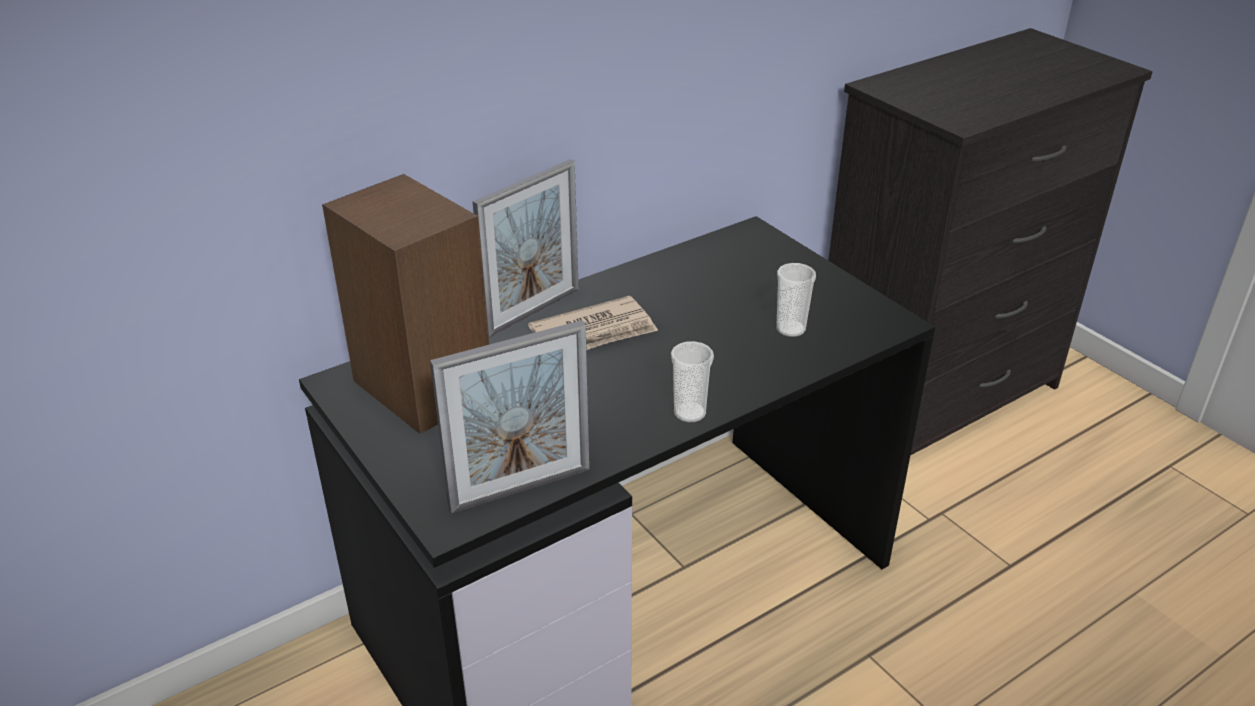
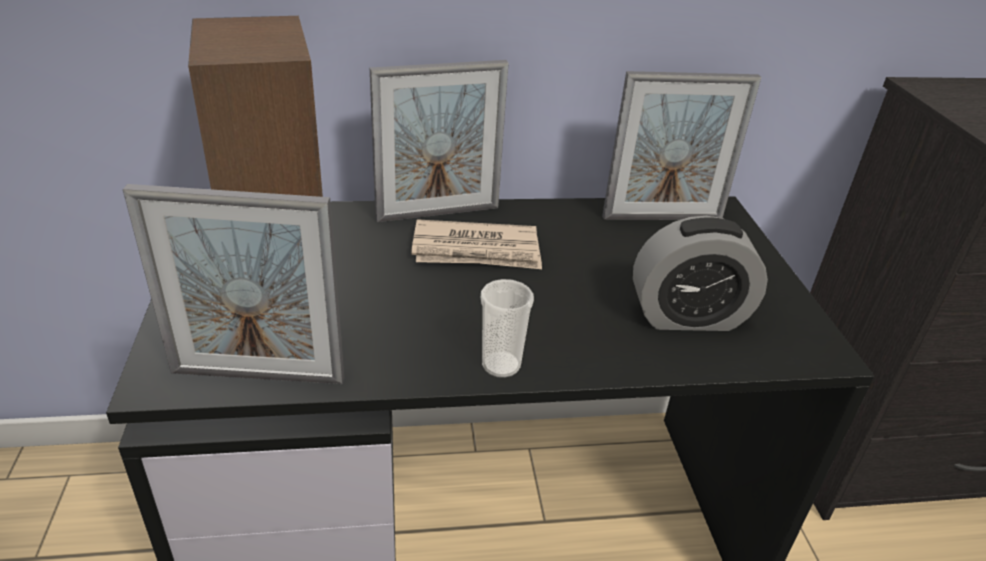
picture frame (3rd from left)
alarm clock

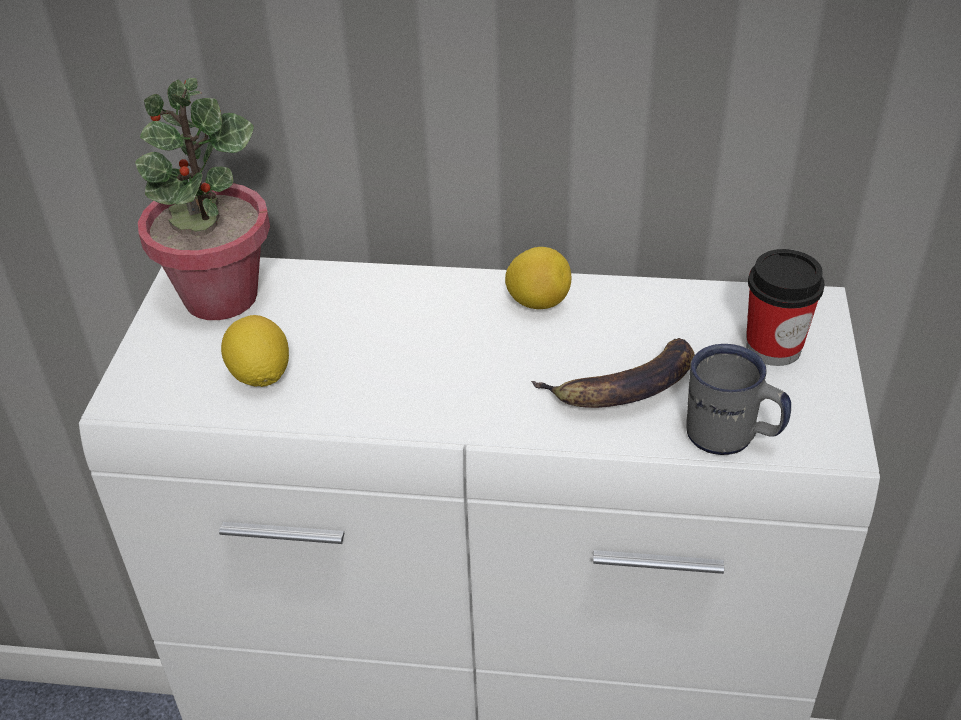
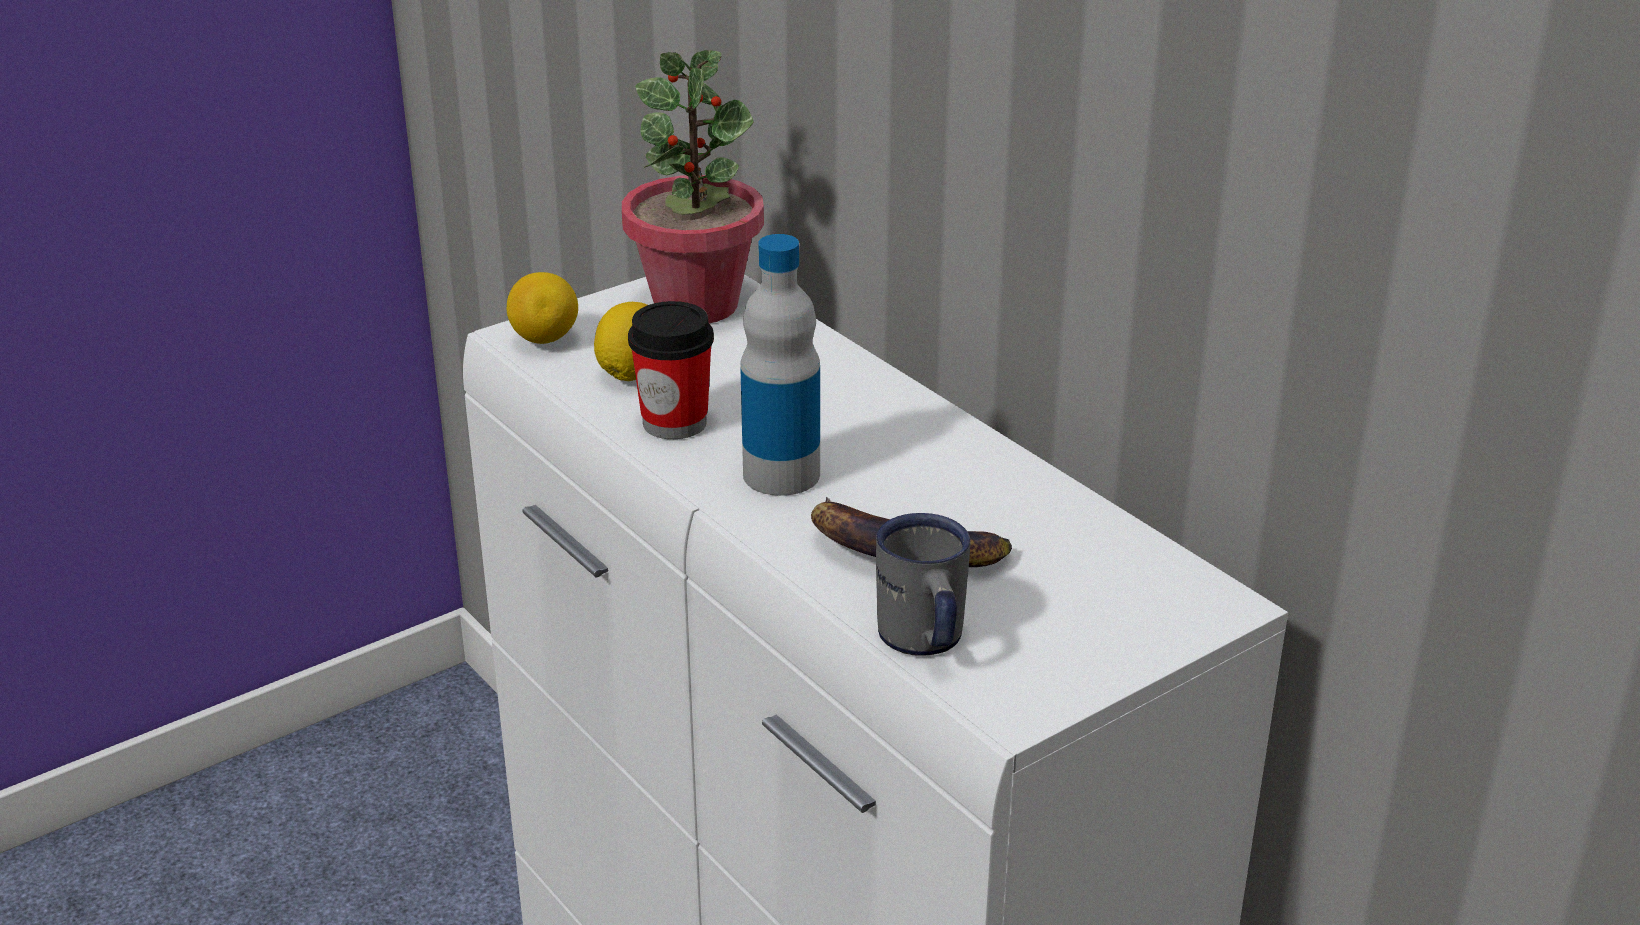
bottle
lemon (1st from left)
cup

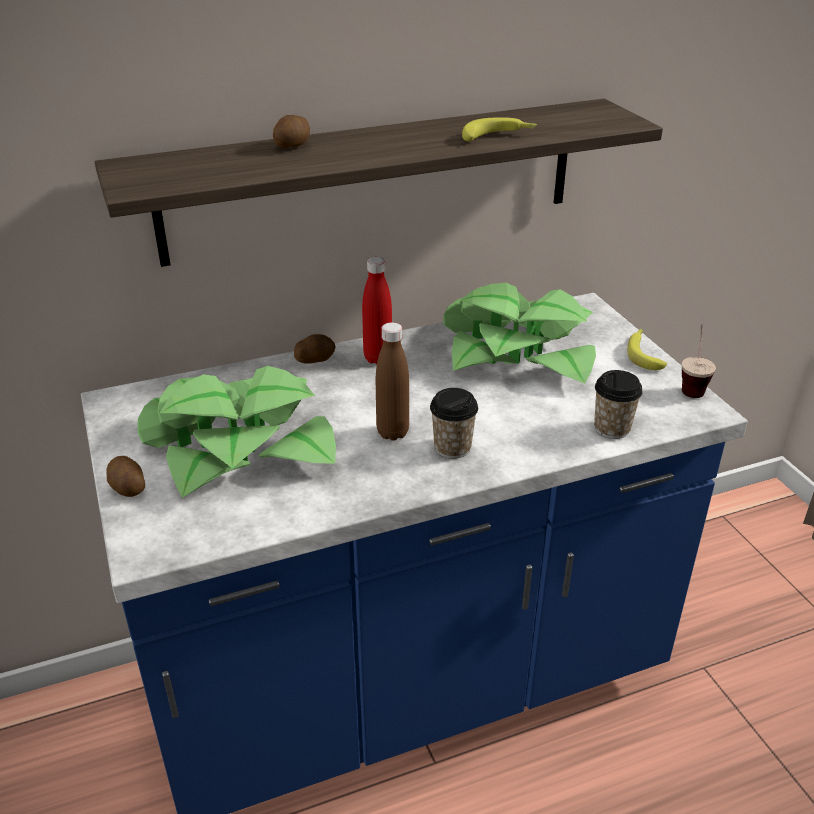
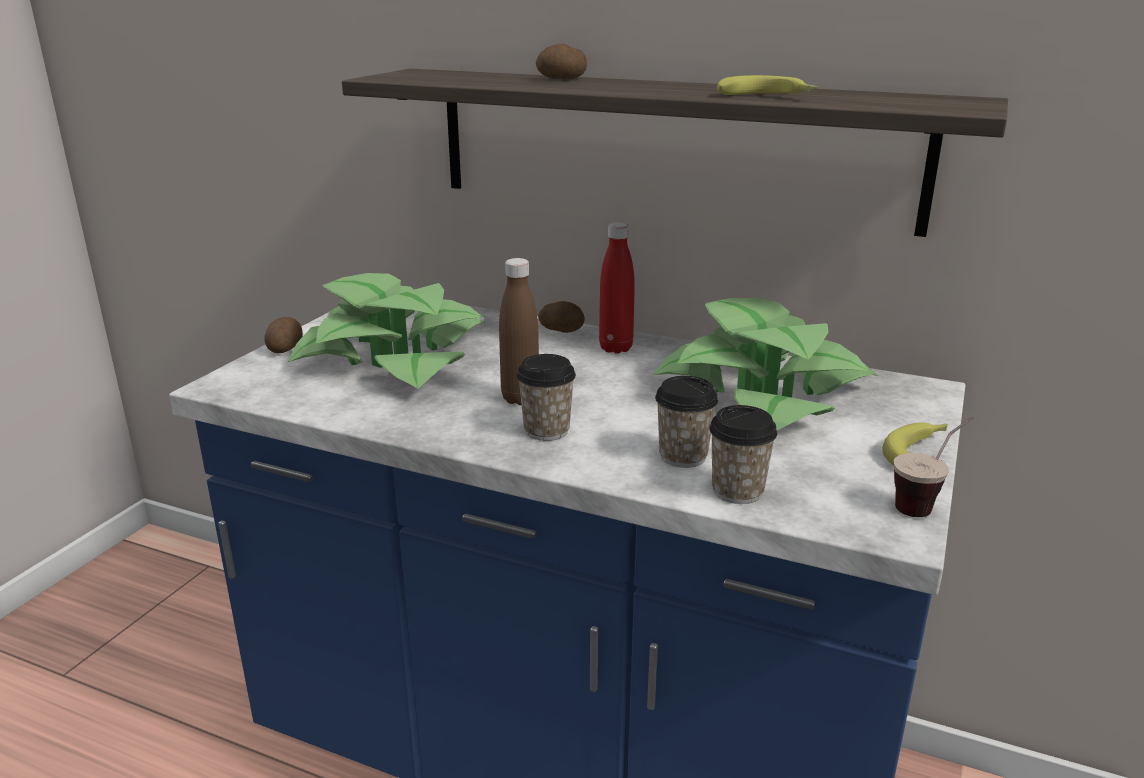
cup (2nd from left)

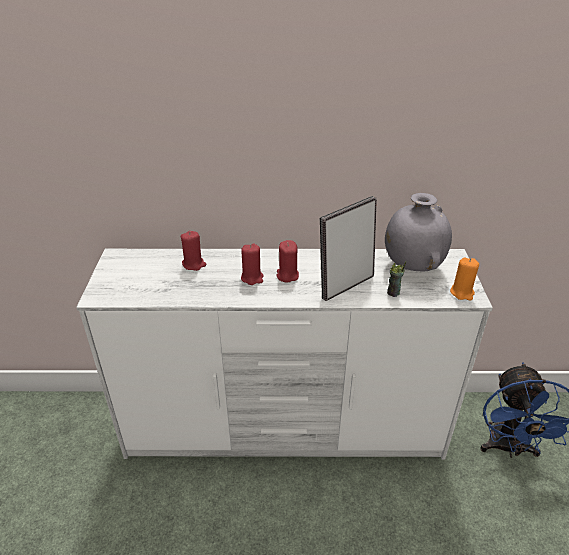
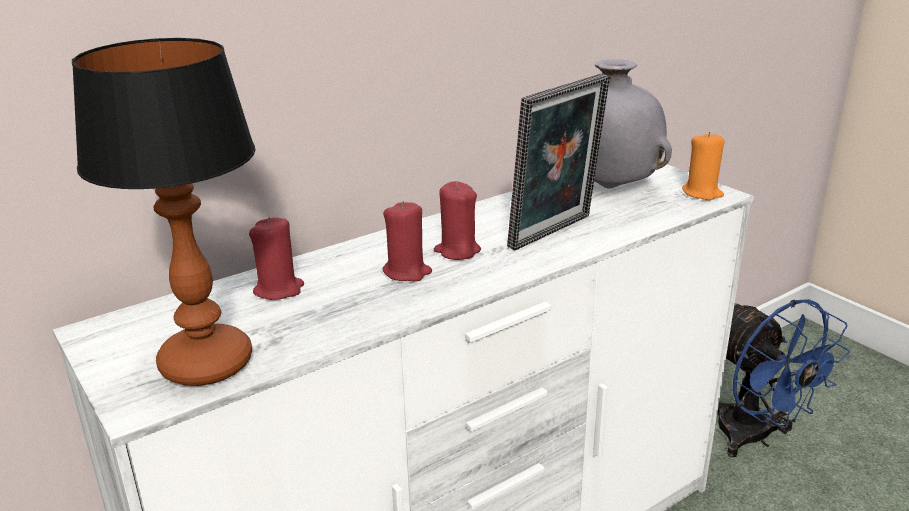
cup
table lamp
picture frame

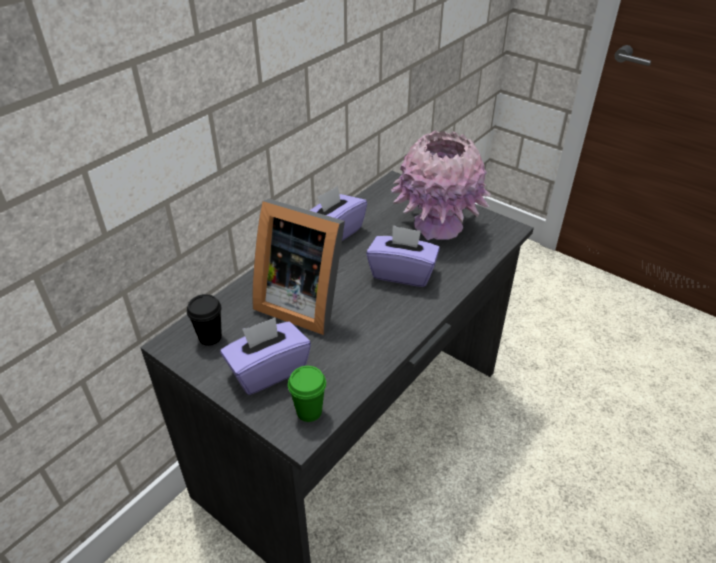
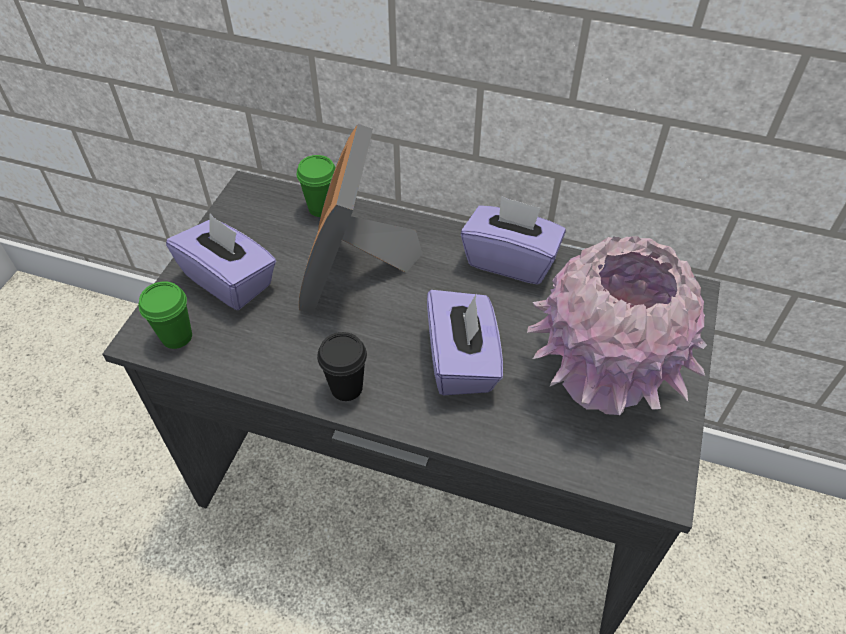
green cup (2nd from left)
black cup

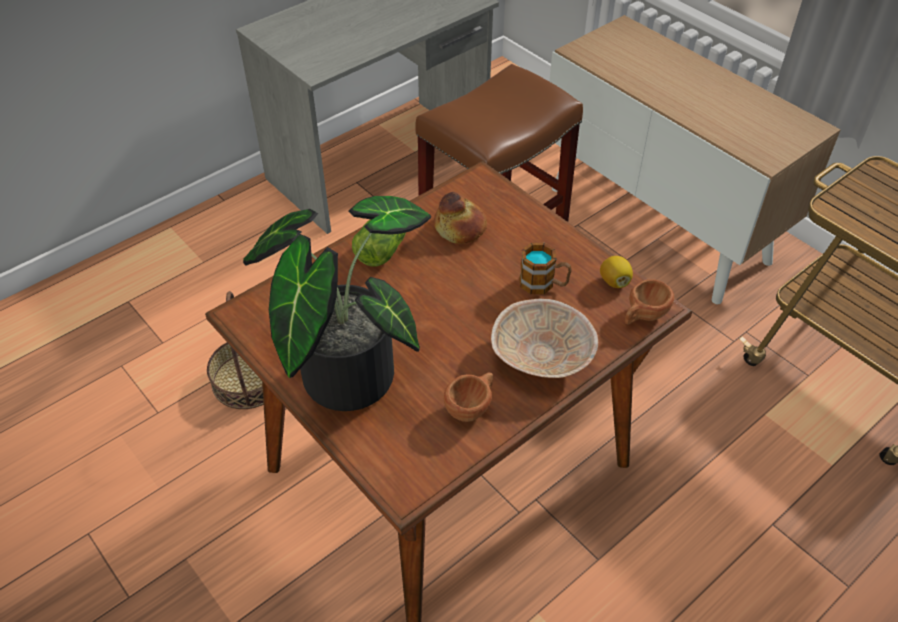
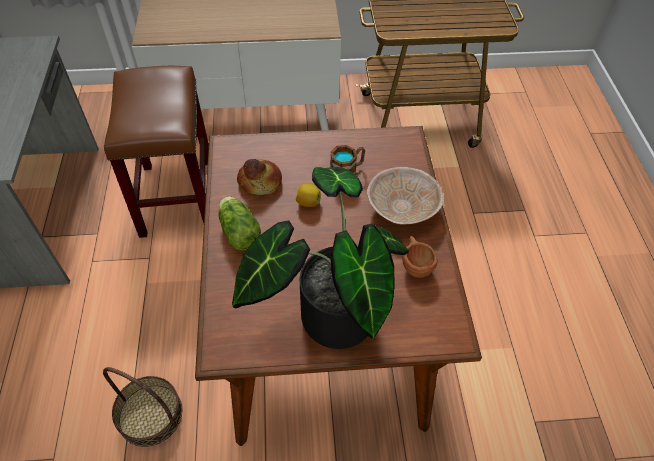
brown cup (2nd from left in the first image)
lemon

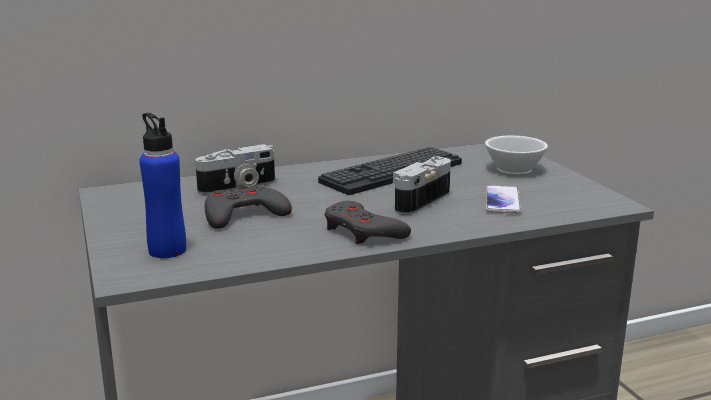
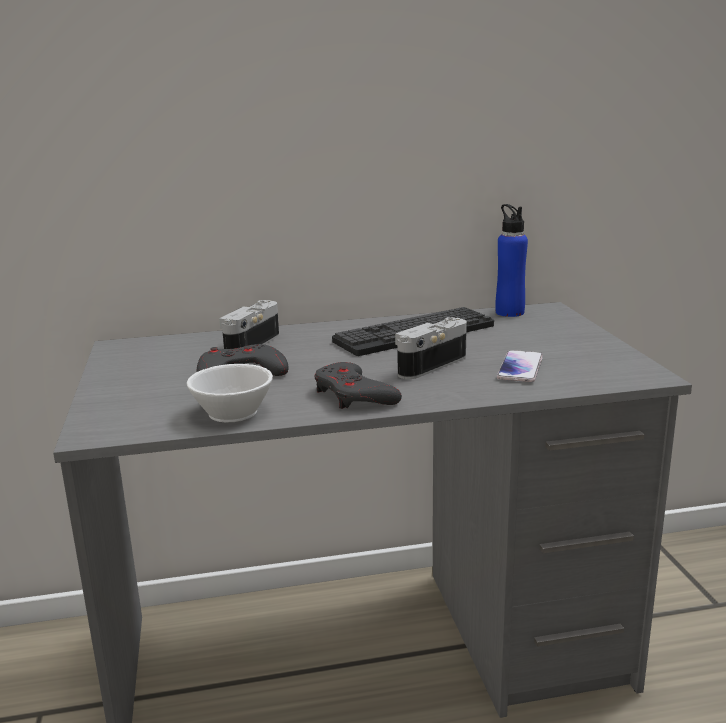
blue bottle
white cup
photo camera (1st from left)

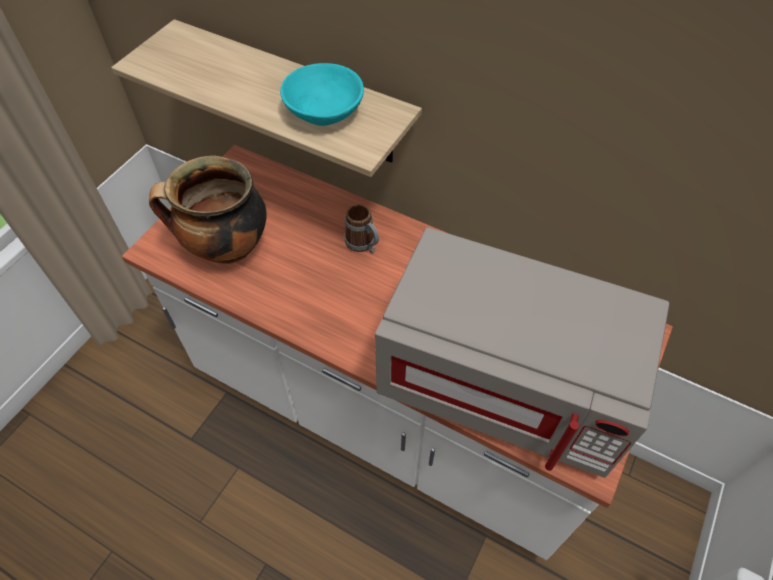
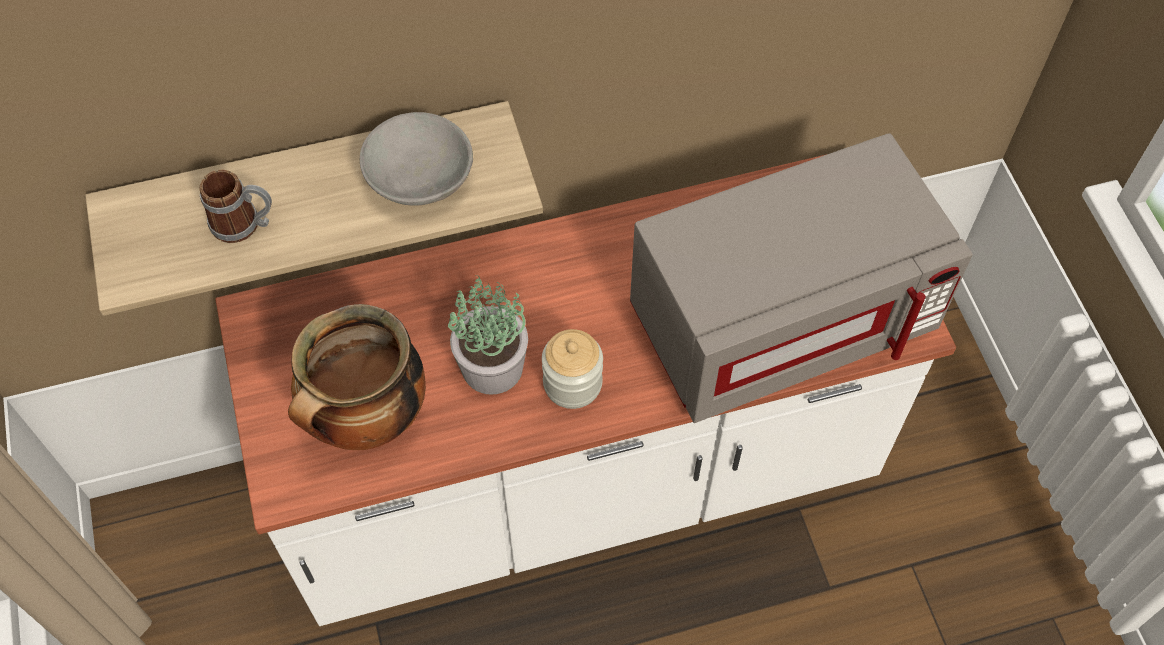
potted plant
jar
mug
grey bowl

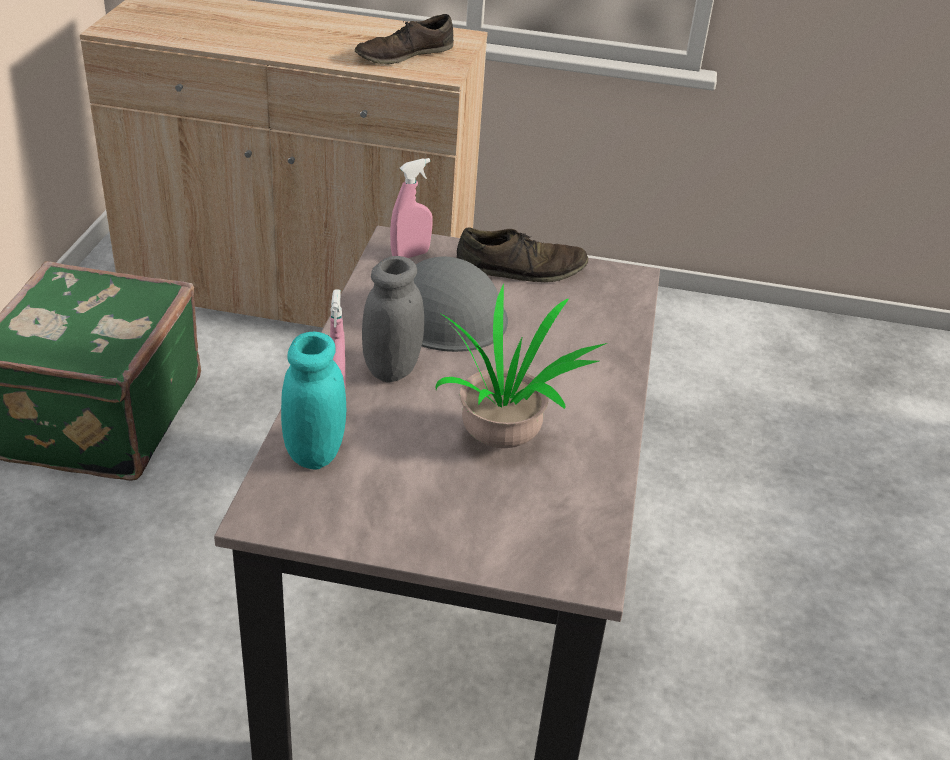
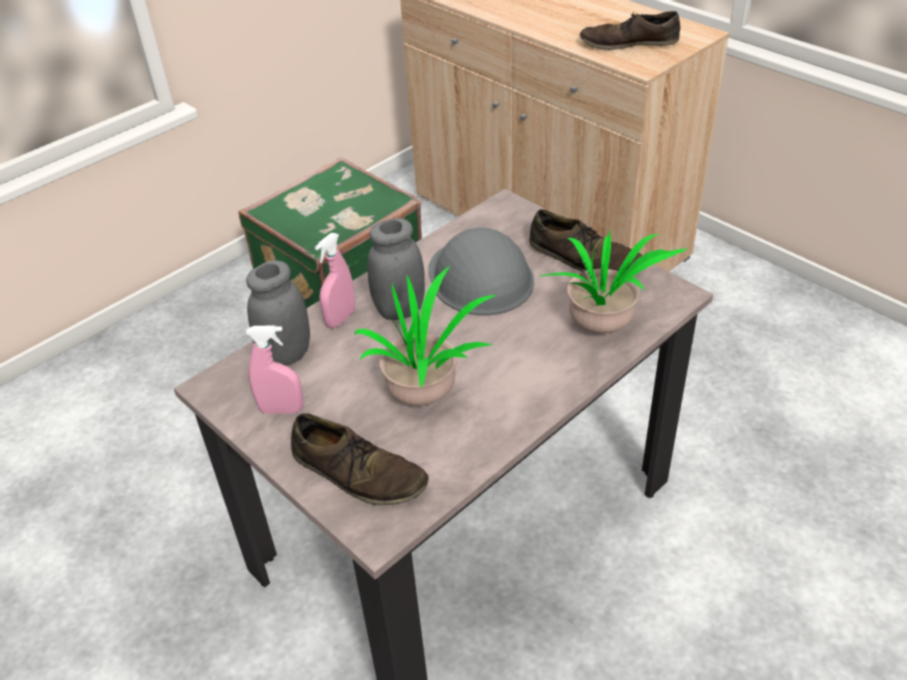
brown shoe (1st from left)
potted plant (2nd from left)
pink spray bottle (1st from left)
grey jar (1st from left)

